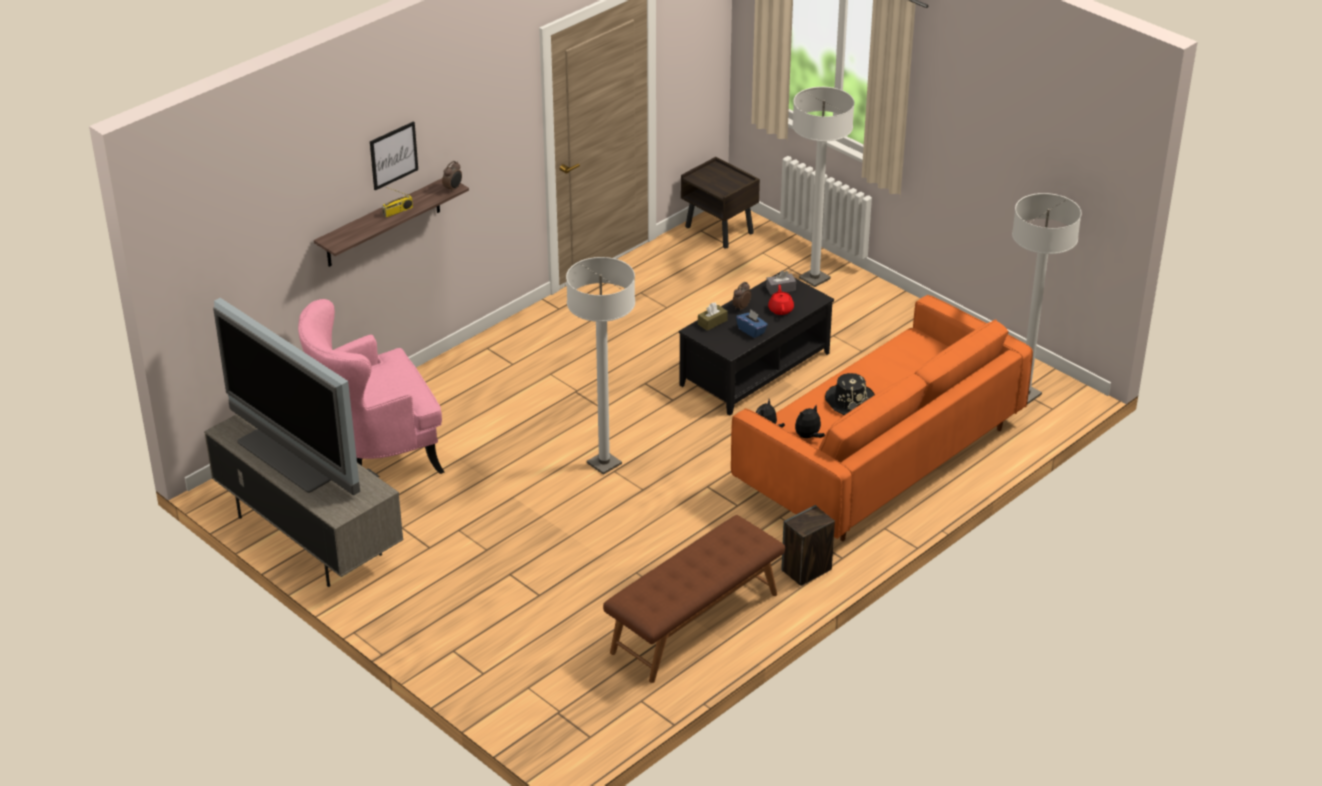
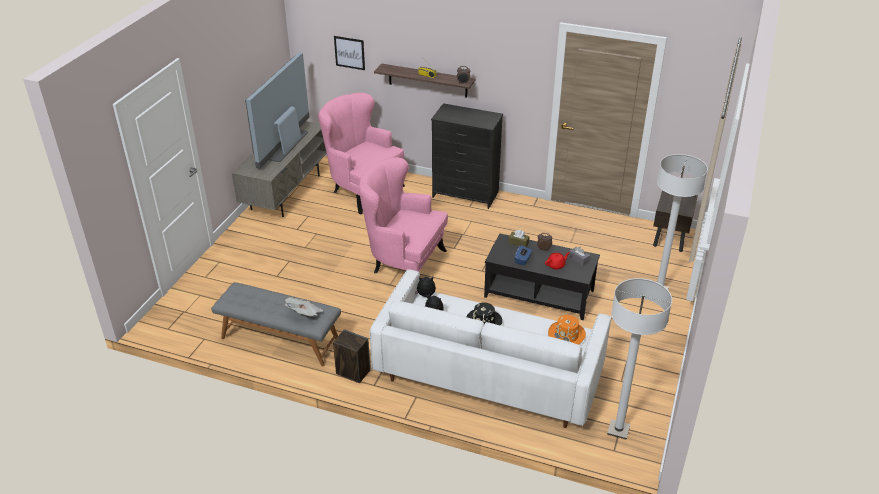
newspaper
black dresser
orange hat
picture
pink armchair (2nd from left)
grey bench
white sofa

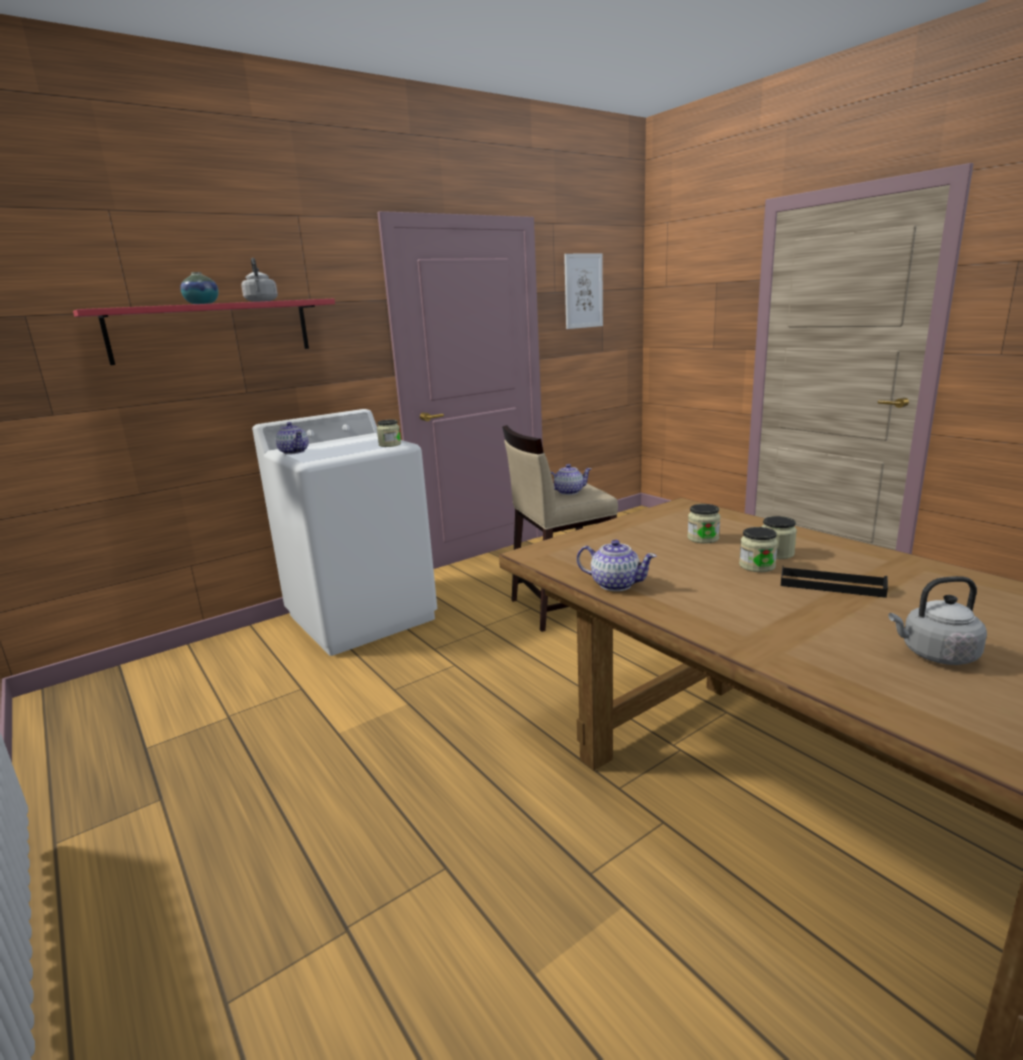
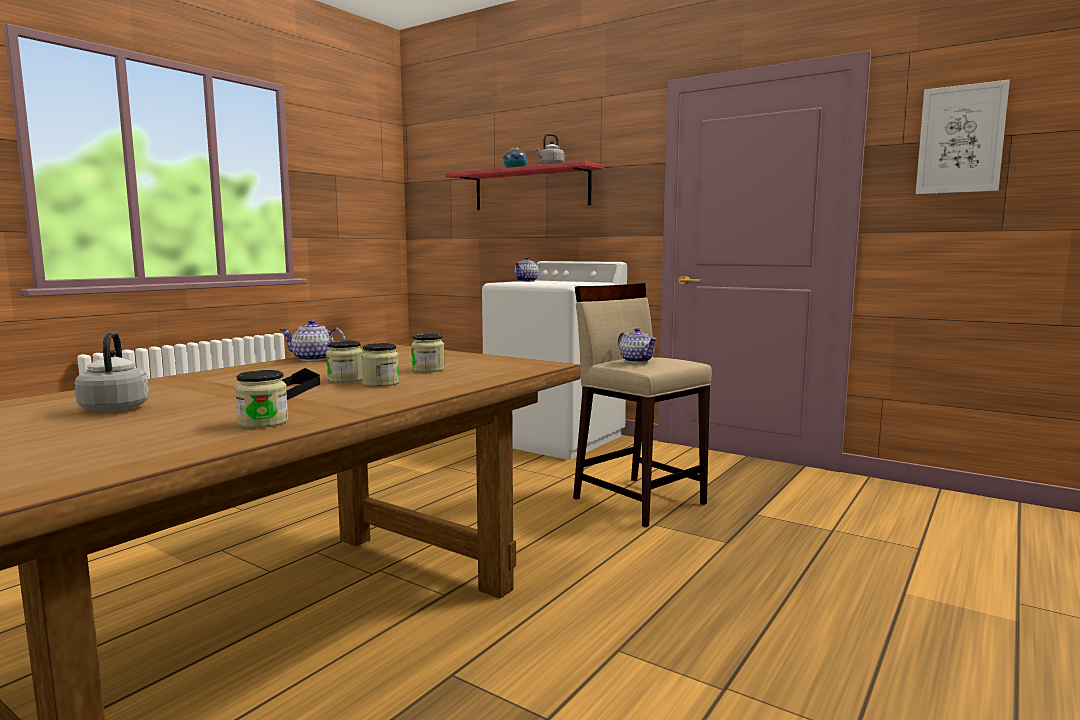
jar (1st from left)
teapot (1st from left)

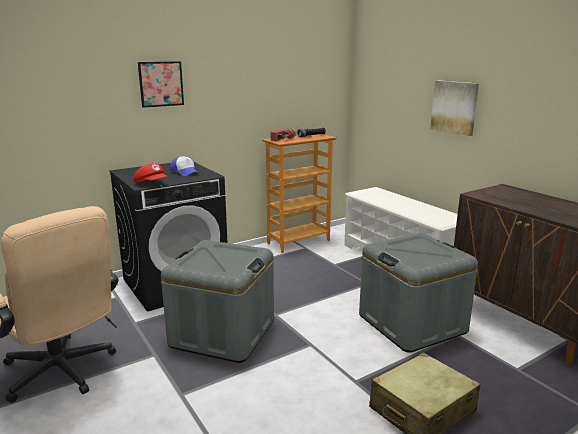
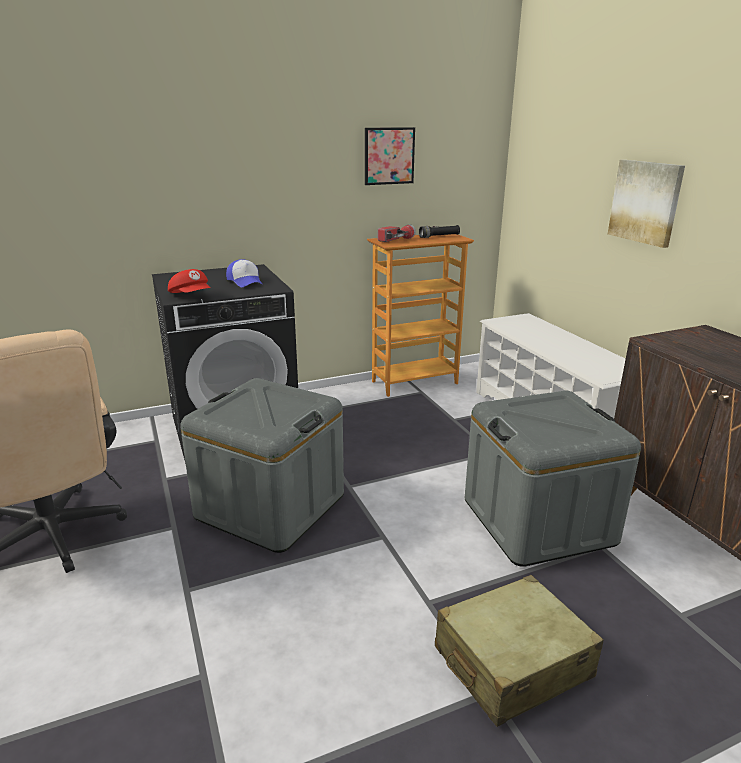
picture (1st from left)

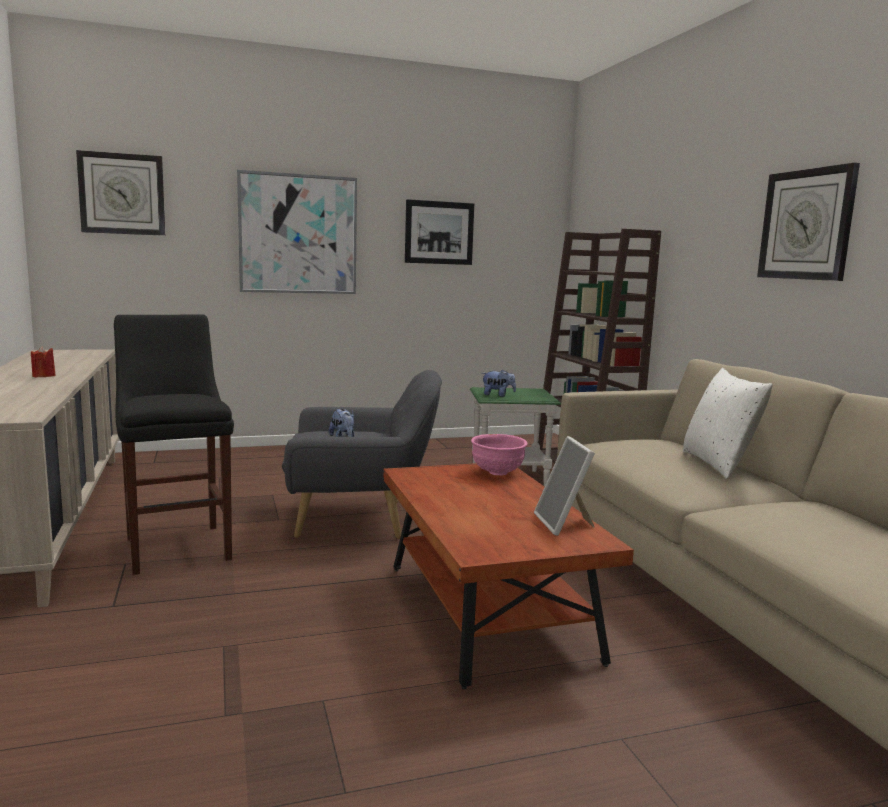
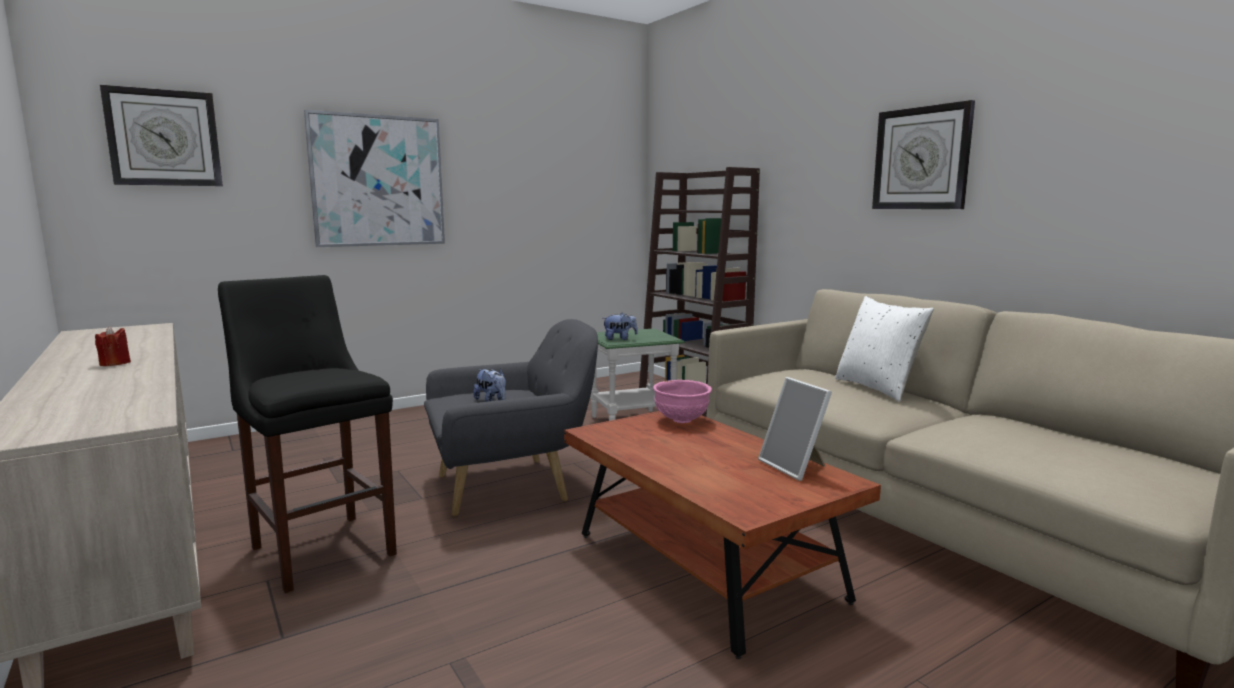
picture (2nd from left in the first image)

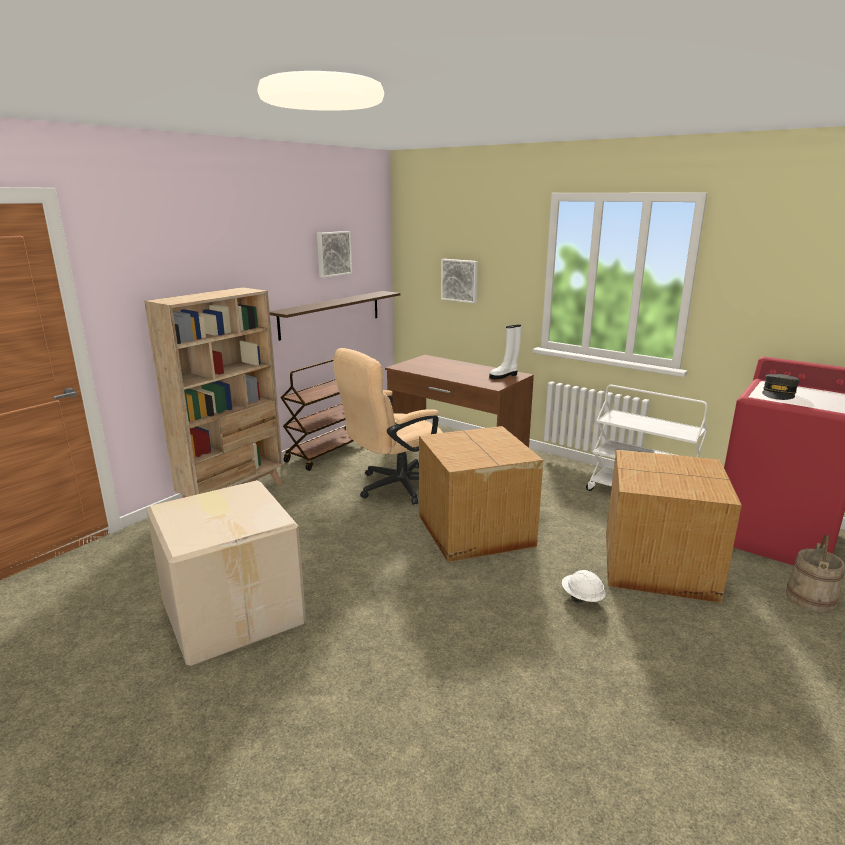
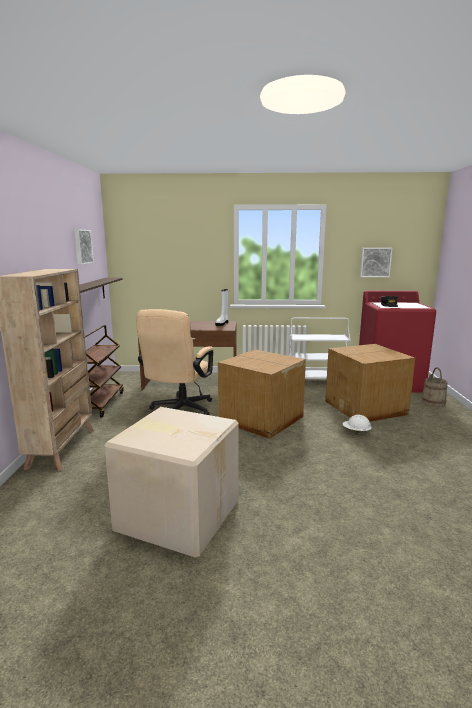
picture (2nd from left)

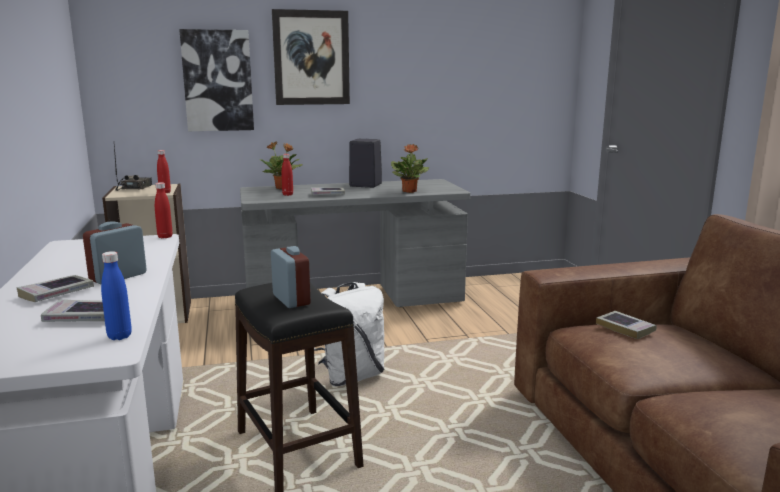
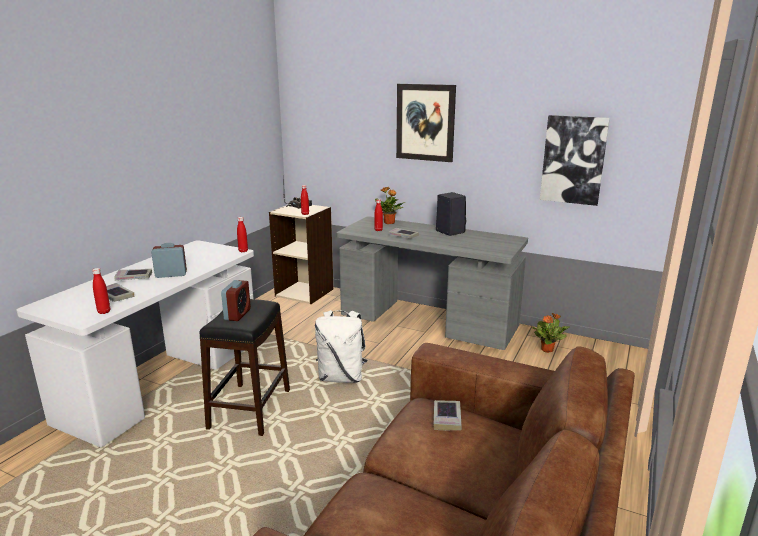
picture (2nd from left)
potted plant (2nd from left)
red bottle (1st from left)

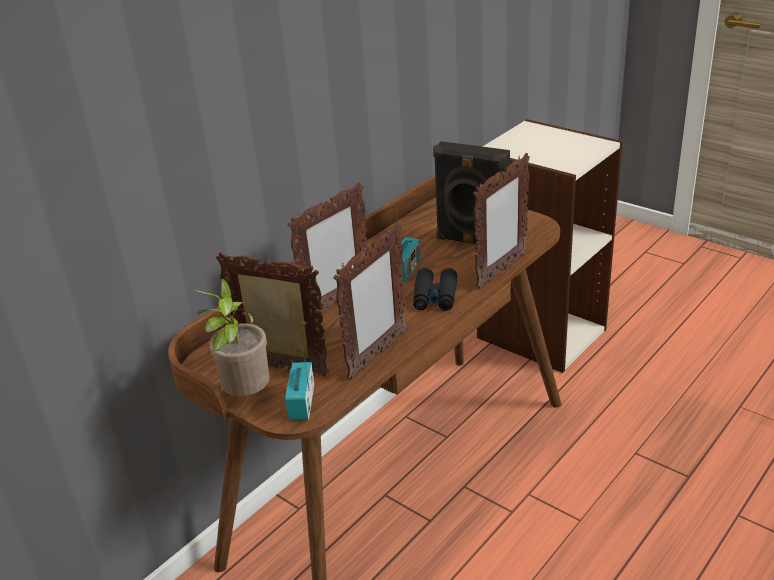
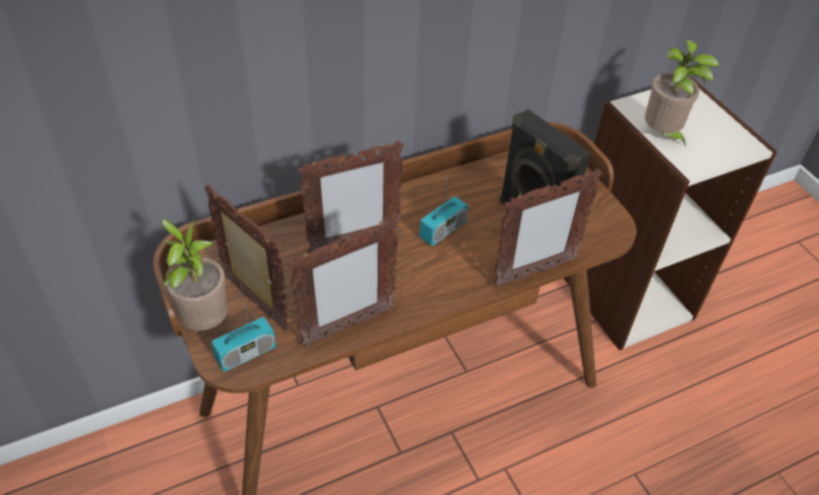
black binoculars
potted plant (2nd from left)
radio (1st from left)

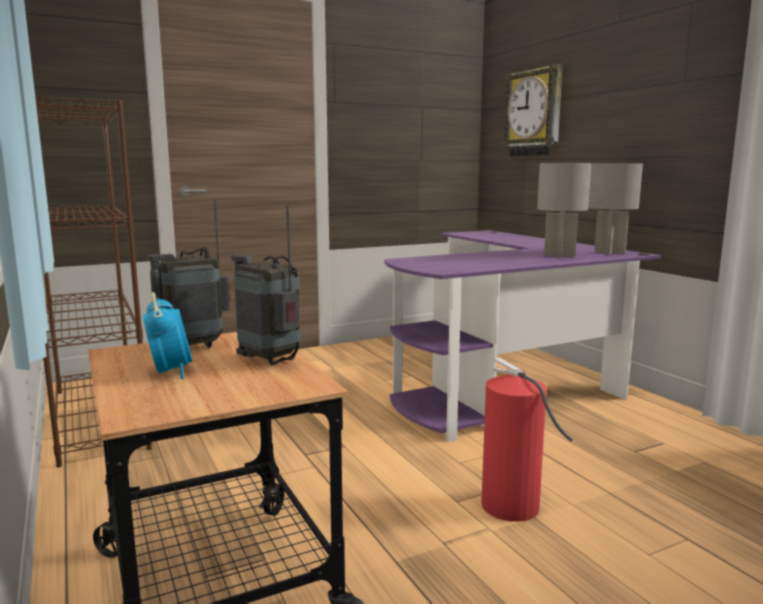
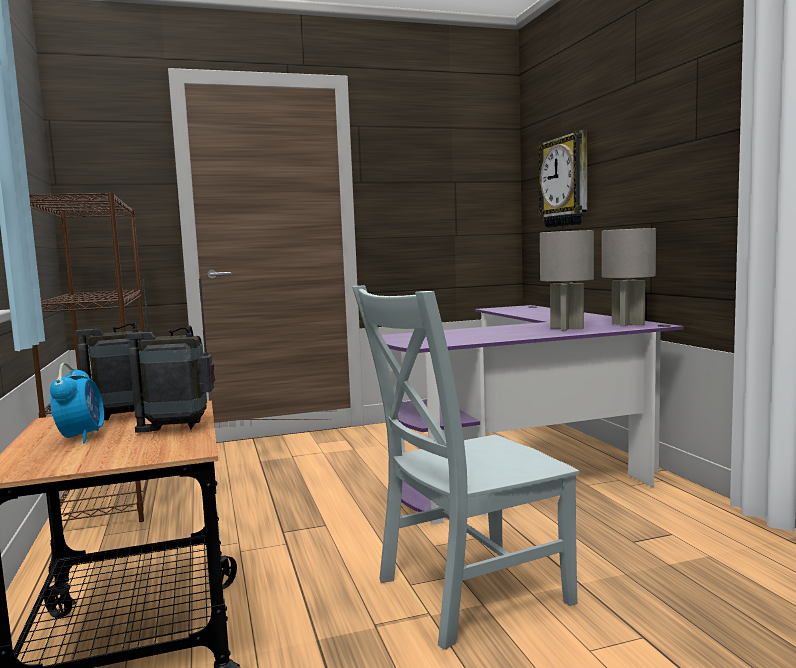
grey chair
radio (2nd from left)

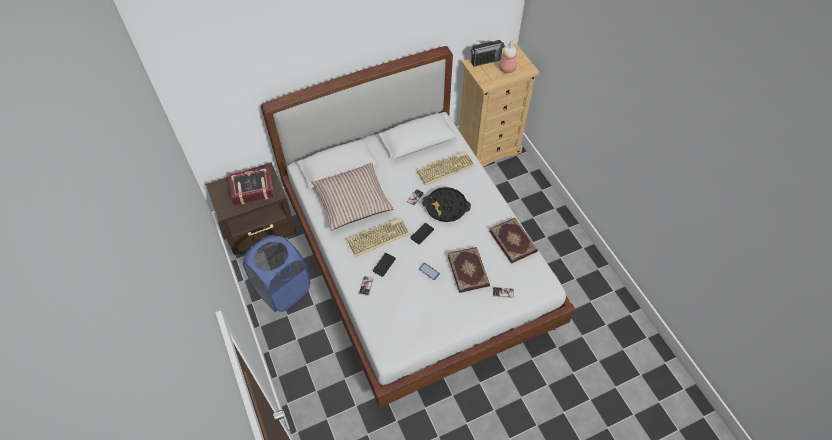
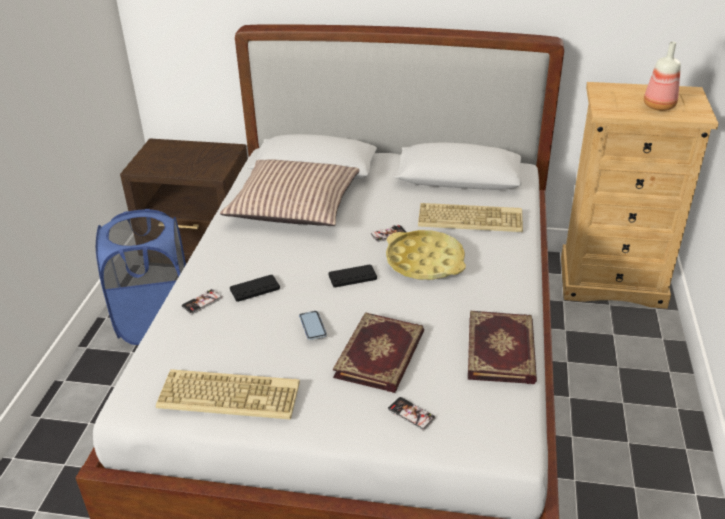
book (1st from left in the first image)
radio
keyboard (1st from left)
yellow tray

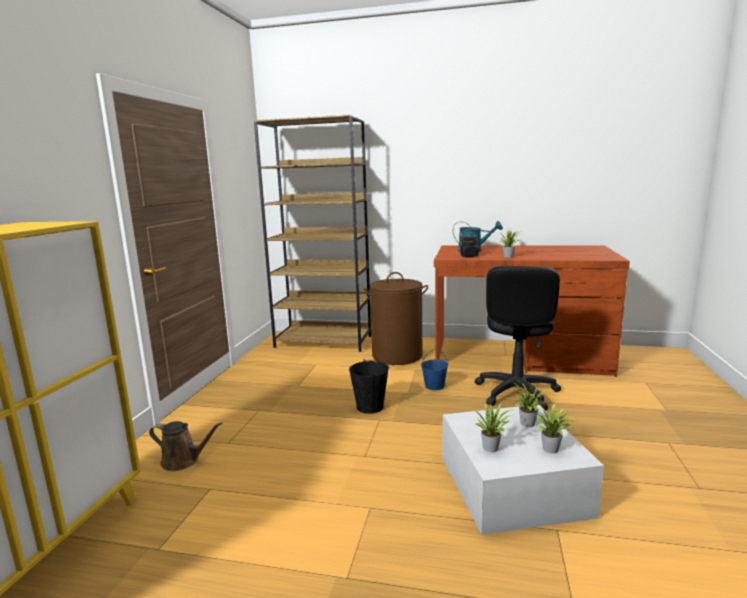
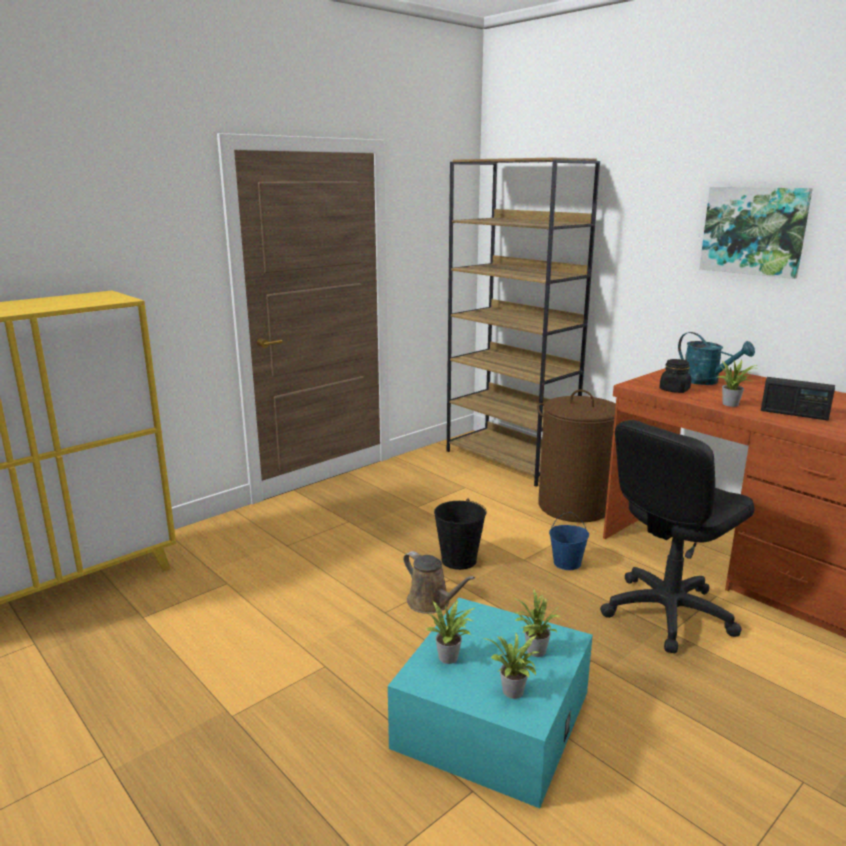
picture
radio
brown watering can
turquoise storage box

